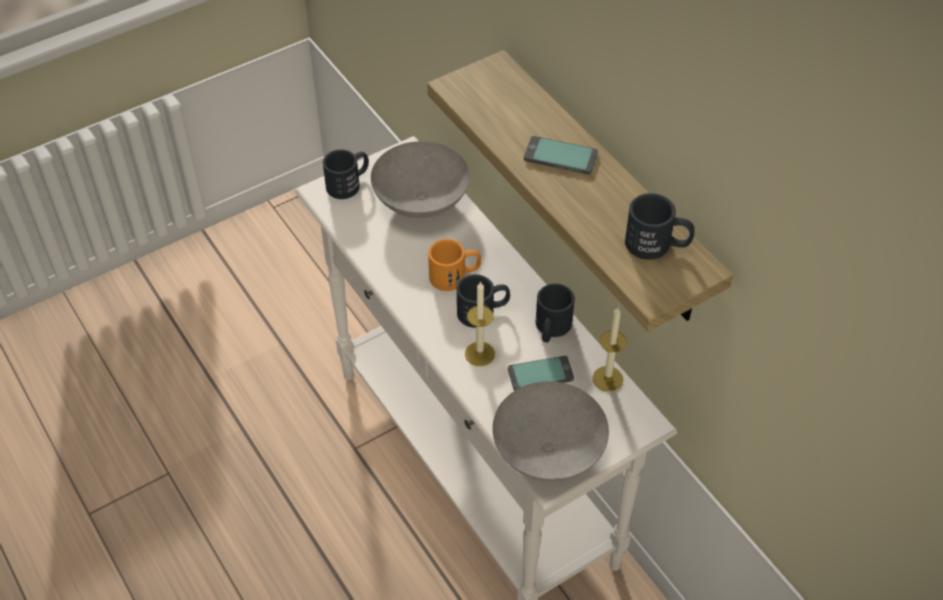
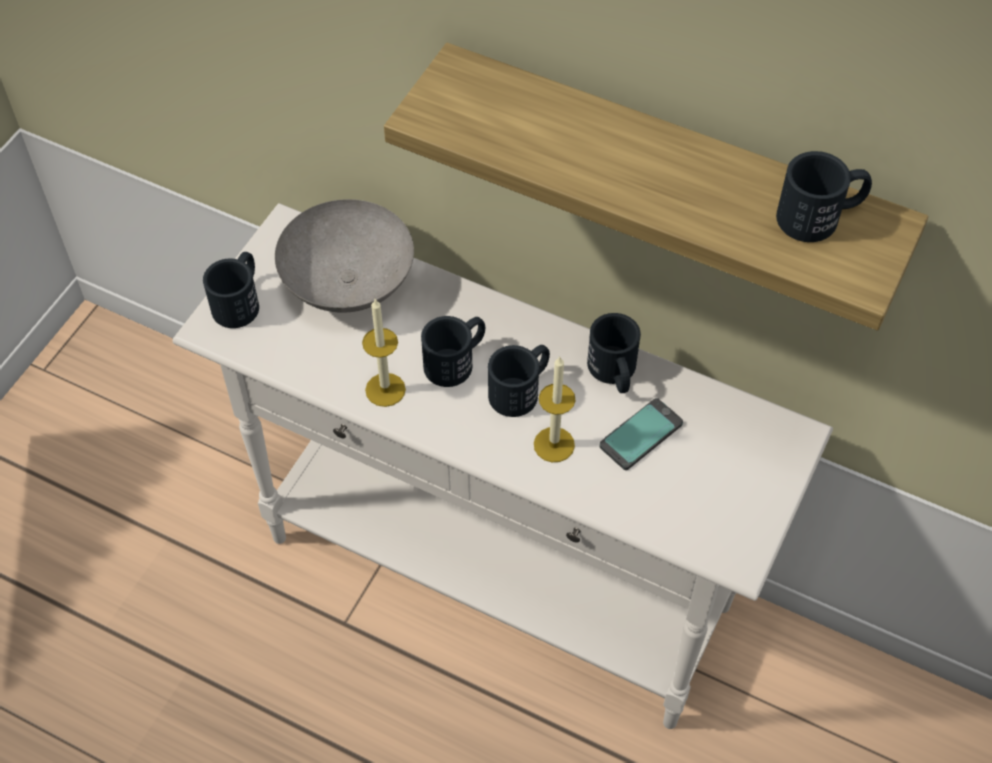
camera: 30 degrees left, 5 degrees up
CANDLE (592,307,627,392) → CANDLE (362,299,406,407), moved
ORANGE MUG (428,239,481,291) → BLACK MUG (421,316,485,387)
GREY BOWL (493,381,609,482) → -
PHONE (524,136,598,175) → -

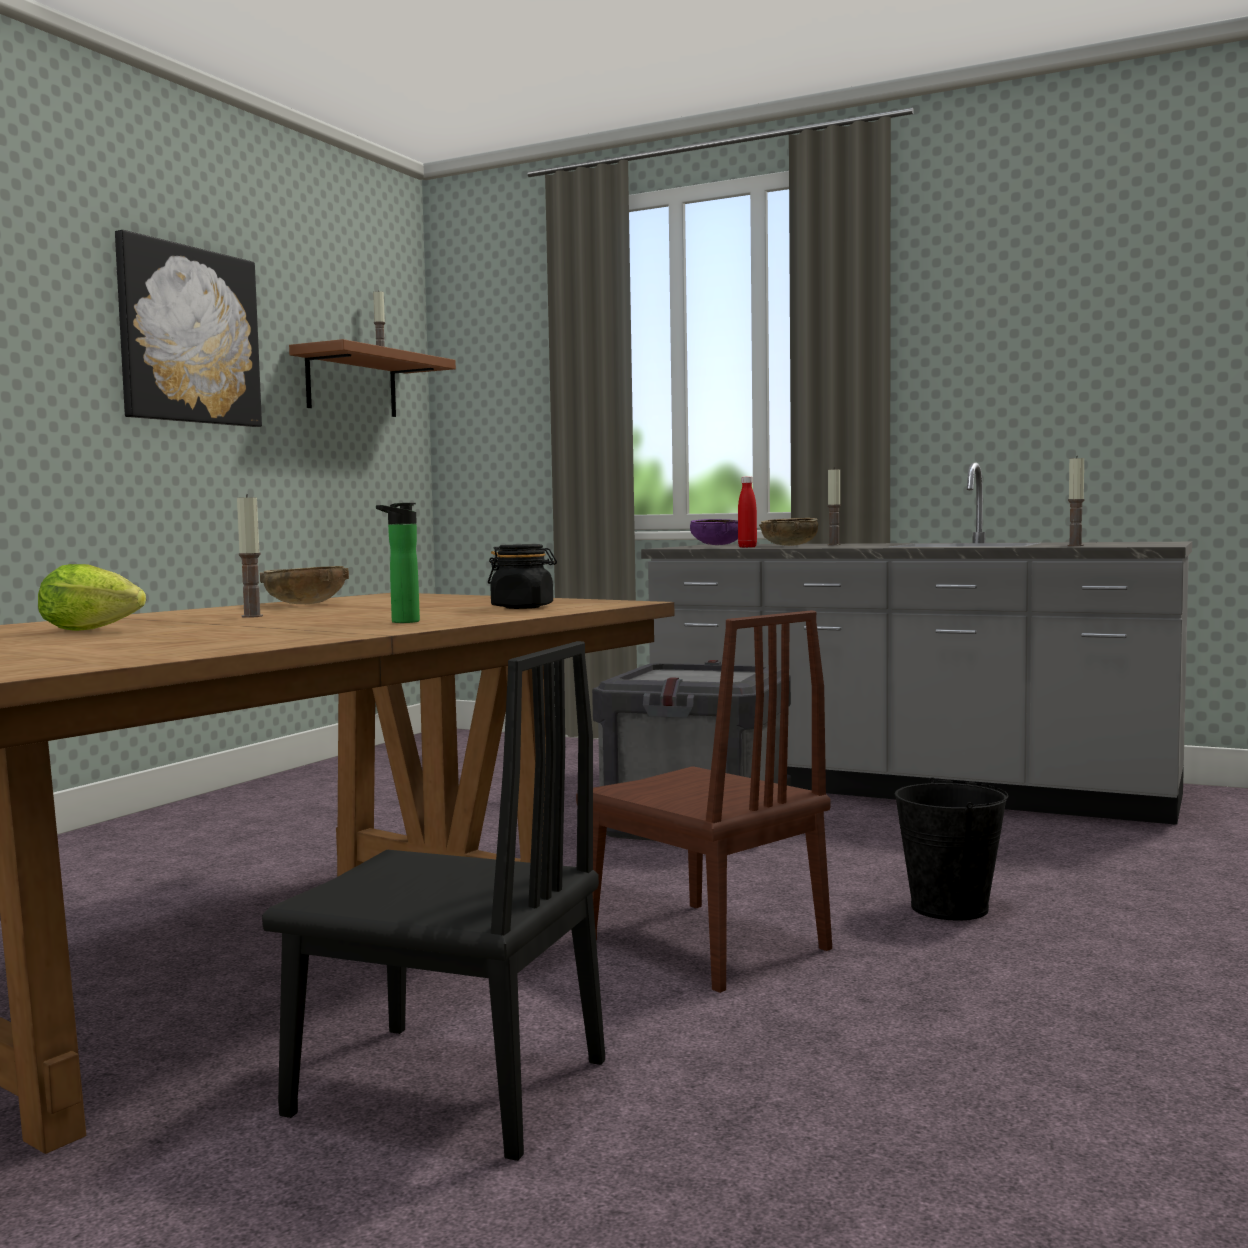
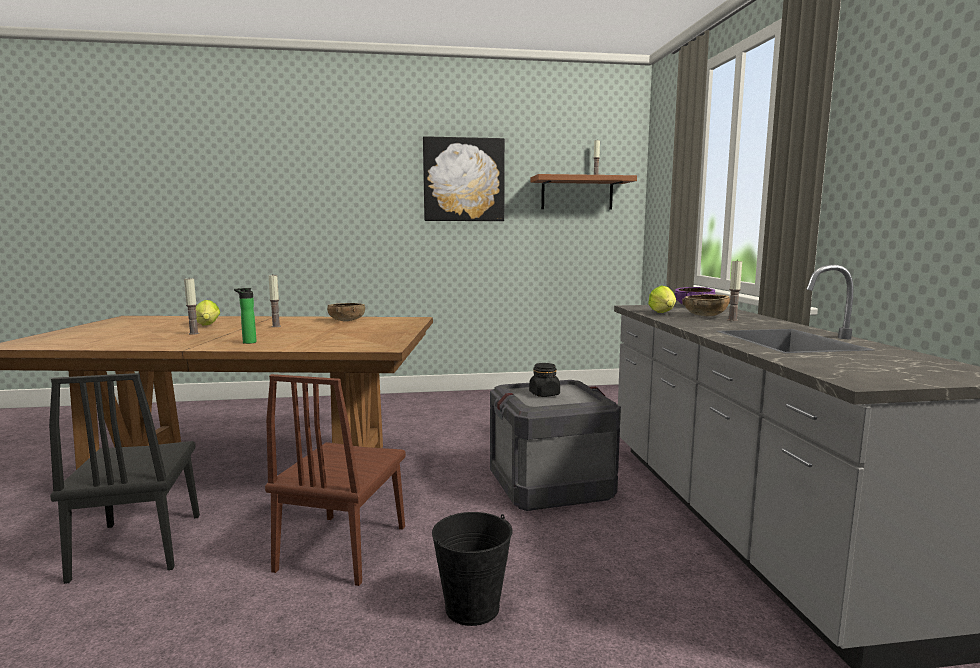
camera: 55 degrees right, 5 degrees up
CANDLE (1068,457,1085,546) → CANDLE (184,279,199,335), moved
BLACK JAR (488,544,557,609) → BLACK JAR (529,363,560,397), moved
RED BOTTLE (738,476,757,547) → LETTUCE (648,286,676,313)

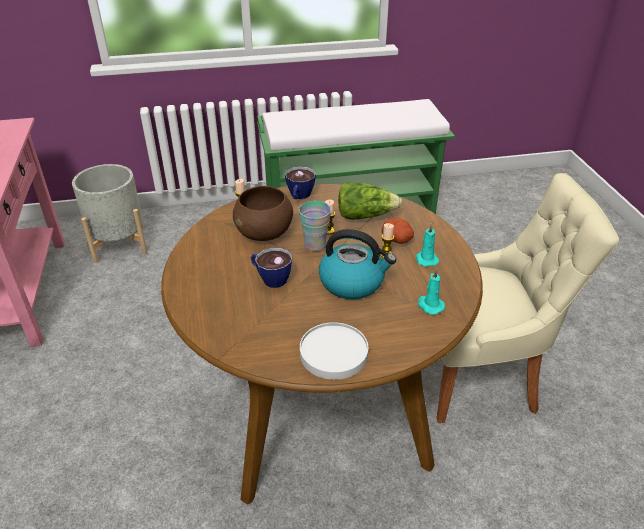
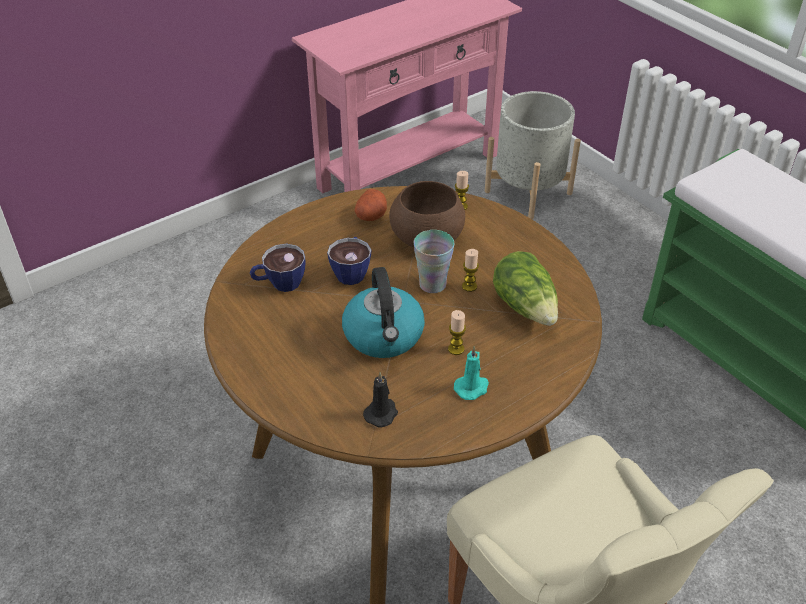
camera: 65 degrees right, 5 degrees up
CUP (285,166,316,199) → CUP (250,244,306,292), moved
POTATO (382,217,414,244) → POTATO (355,189,387,221), moved
TURQUOISE CANDLE (418,268,445,315) → BLACK CANDLE (363,372,398,427)
WHITE PLATE (300,322,368,380) → -

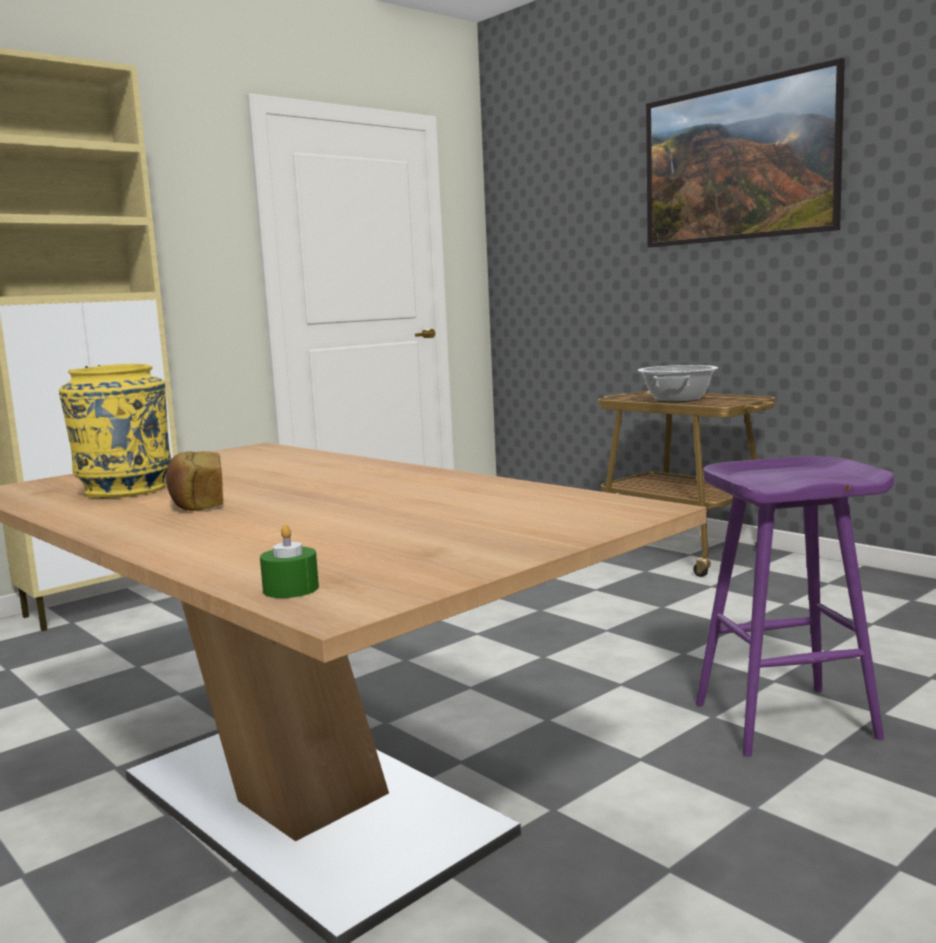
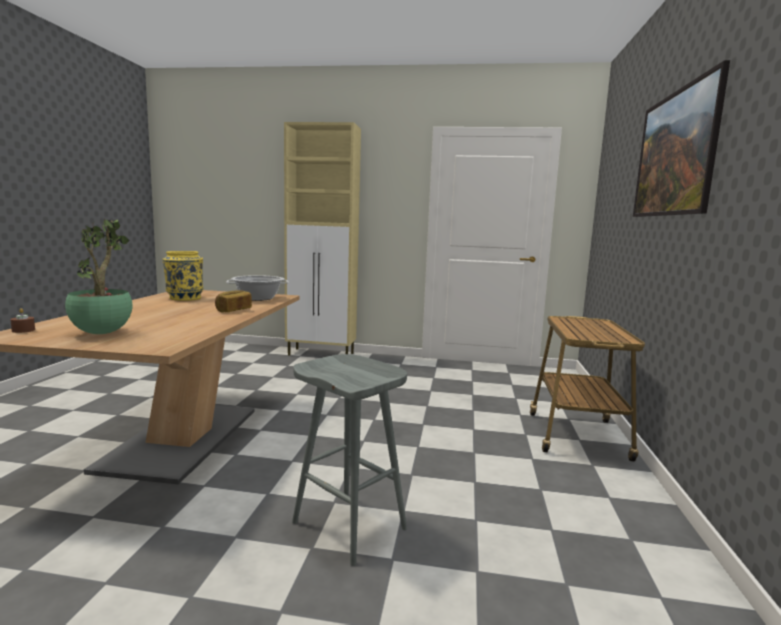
camera: 50 degrees right, 0 degrees up
GREEN CANDLE (260,525,319,598) → BROWN CANDLE (10,308,35,333)
- → POTTED PLANT (65,219,132,334)
BREAD (166,451,223,511) → BREAD (215,290,252,312), moved
COOKING POT (638,365,718,402) → COOKING POT (226,275,289,301), moved
PURPLE STOOL (696,456,894,756) → GREY STOOL (292,354,407,566)

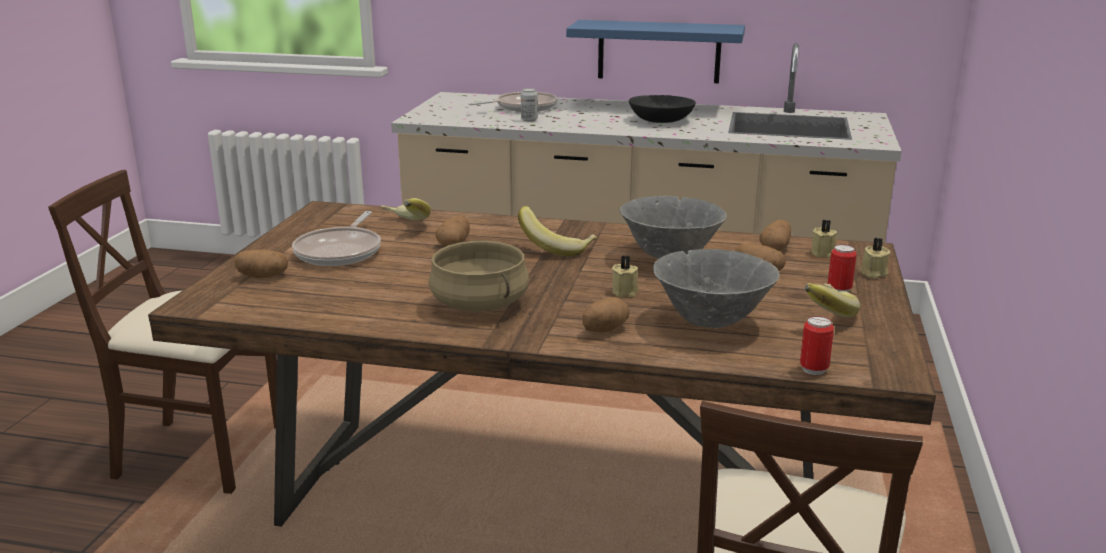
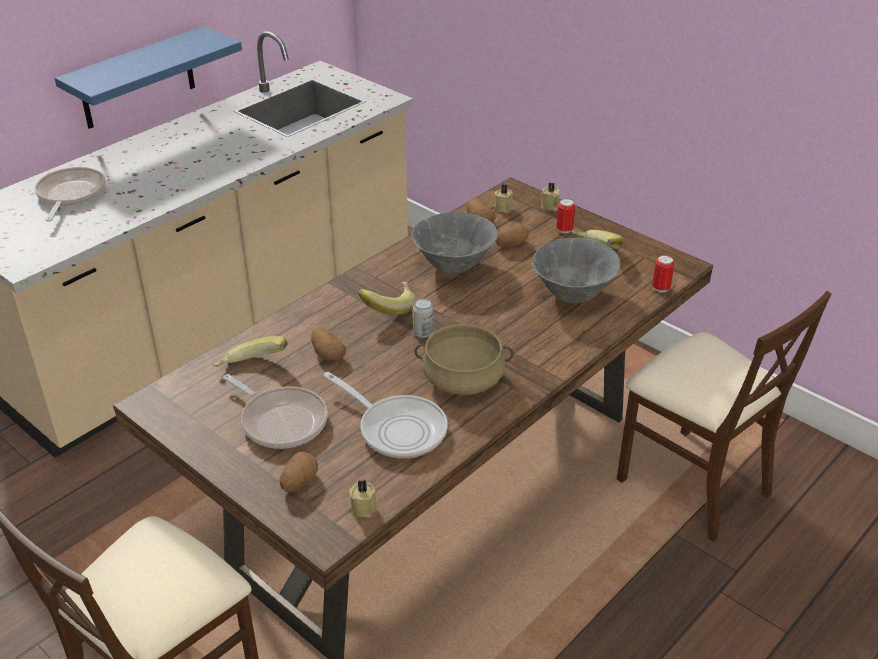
camera: 60 degrees left, 15 degrees up
- → FRYING PAN (323,372,448,458)
BEIGE CANDLE (612,256,639,297) → BEIGE CANDLE (349,480,378,517), moved
CAN (521,88,538,122) → CAN (413,299,433,338), moved
POTATO (582,297,630,332) → -
BLACK BOWL (629,95,696,123) → -

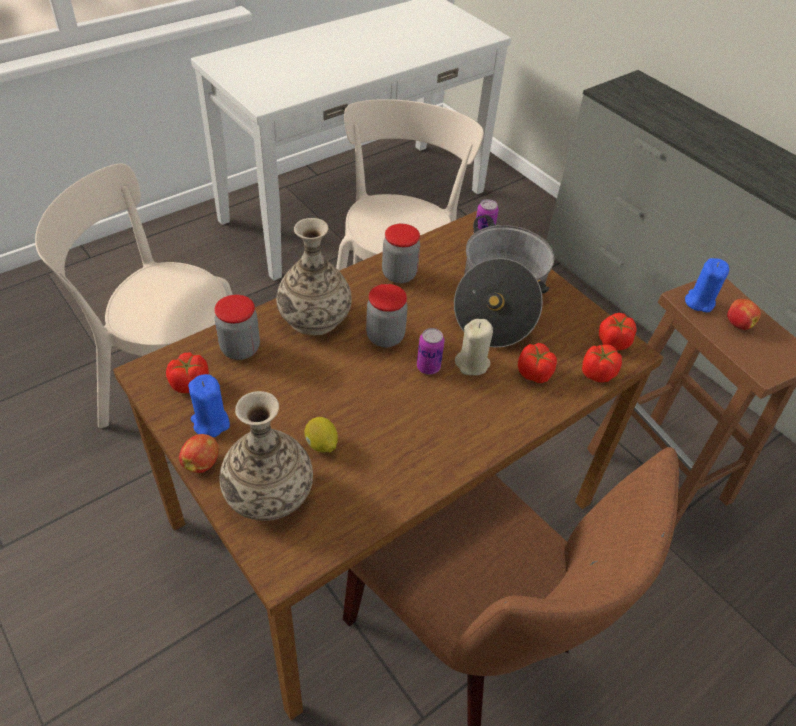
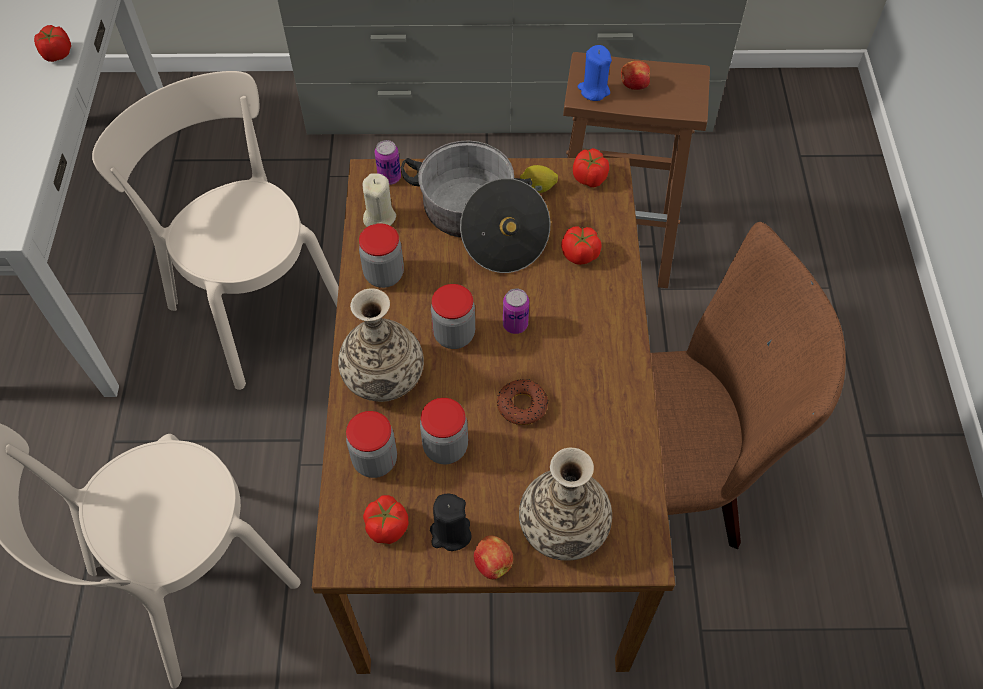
camera: 50 degrees left, 10 degrees up
TOMATO (582,344,622,383) → TOMATO (34,25,71,62), moved
BEIGE CANDLE (455,319,493,375) → BEIGE CANDLE (363,173,396,227), moved
- → JAR (420,398,468,464)
BLUE CANDLE (188,374,230,437) → BLACK CANDLE (430,494,472,551)
- → DONUT (497,379,549,425)
LEMON (305,417,338,453) → LEMON (520,165,558,193), moved

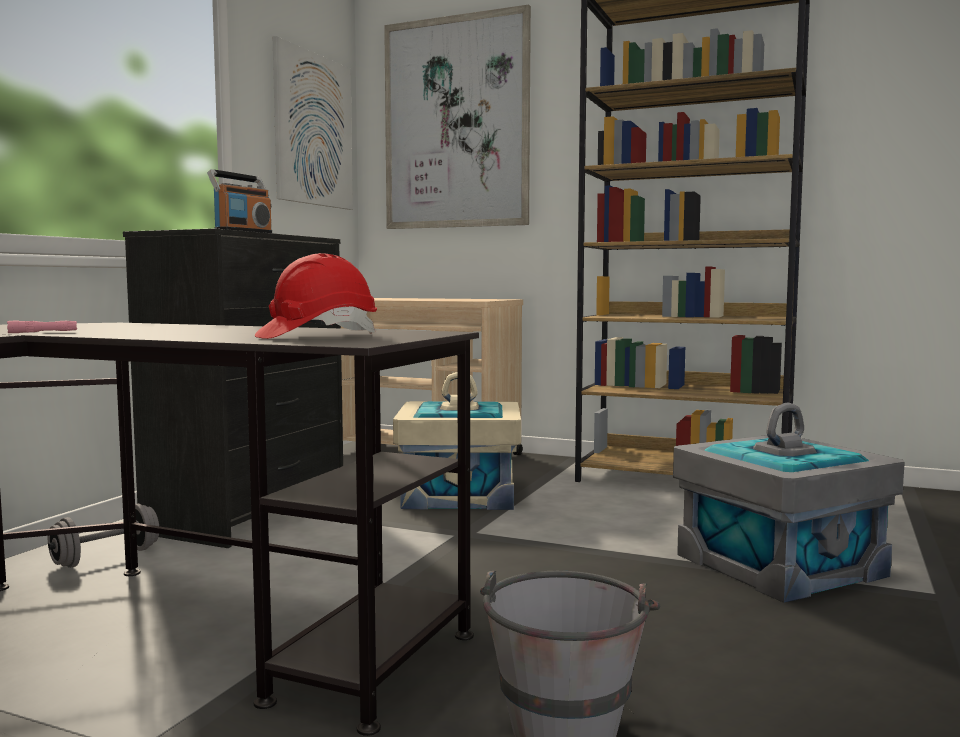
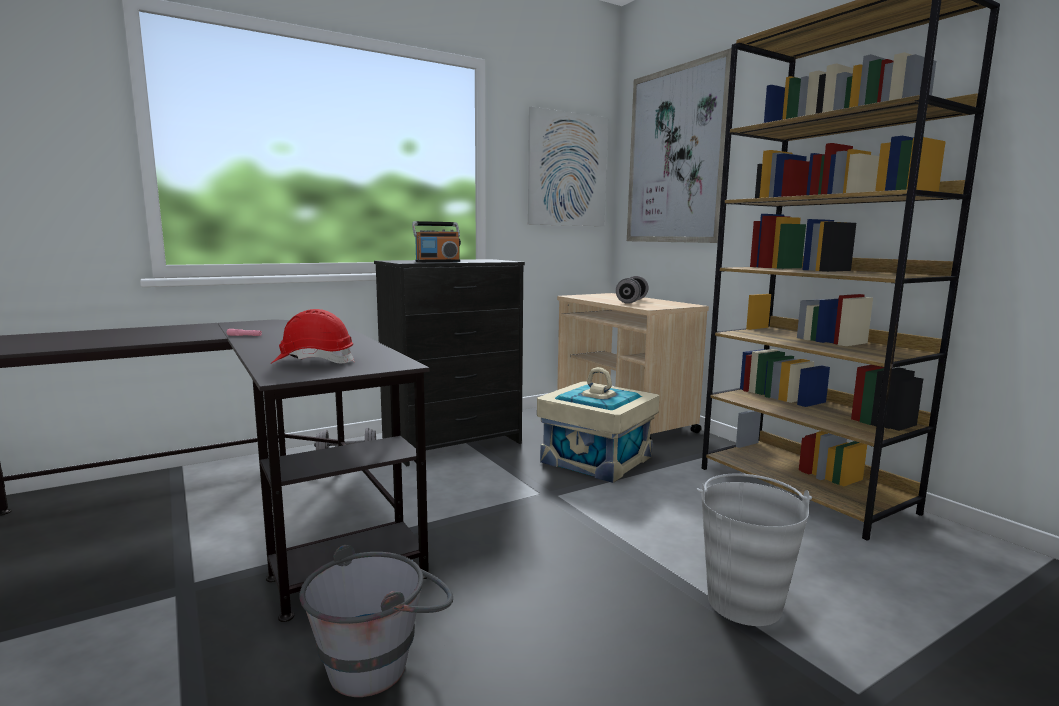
camera: 35 degrees right, 5 degrees up
- → GREY DUMBBELL (616,276,649,304)
GREY STORAGE BOX (673,403,905,603) → GREY BUCKET (696,474,812,626)

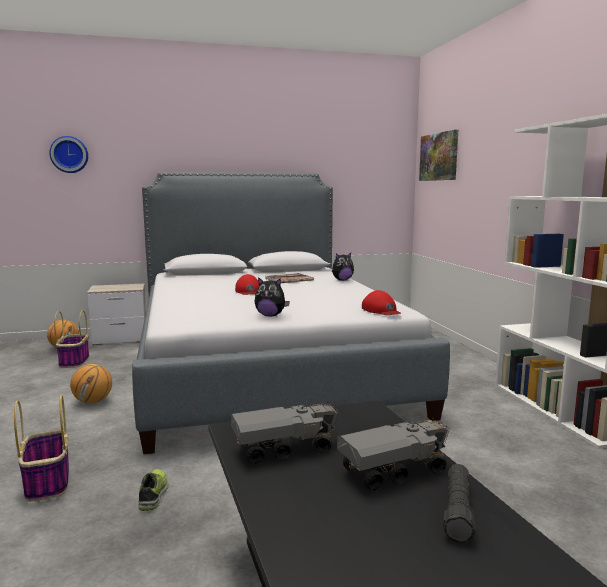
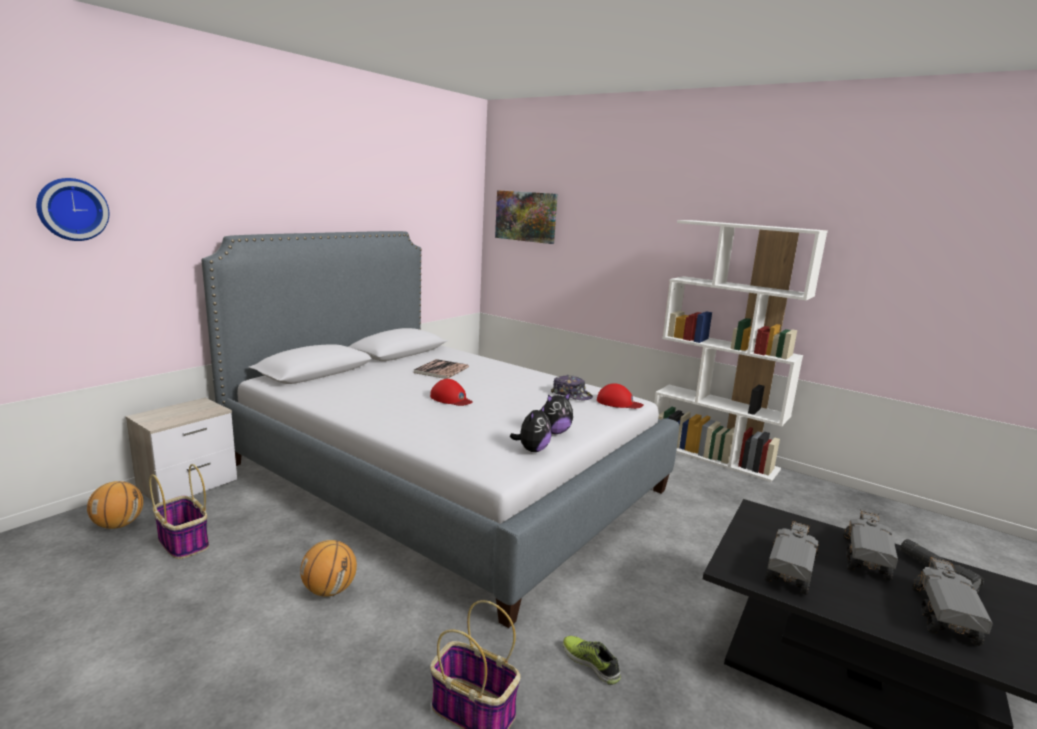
camera: 40 degrees left, 5 degrees up
PLUSH TOY (332,253,354,281) → PLUSH TOY (510,405,552,452), moved
- → CAP (551,375,593,401)
- → TOY TRUCK (912,556,993,646)

